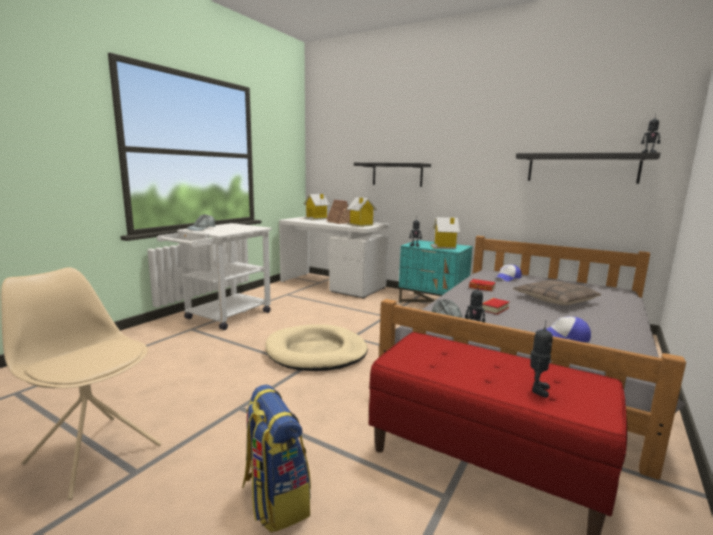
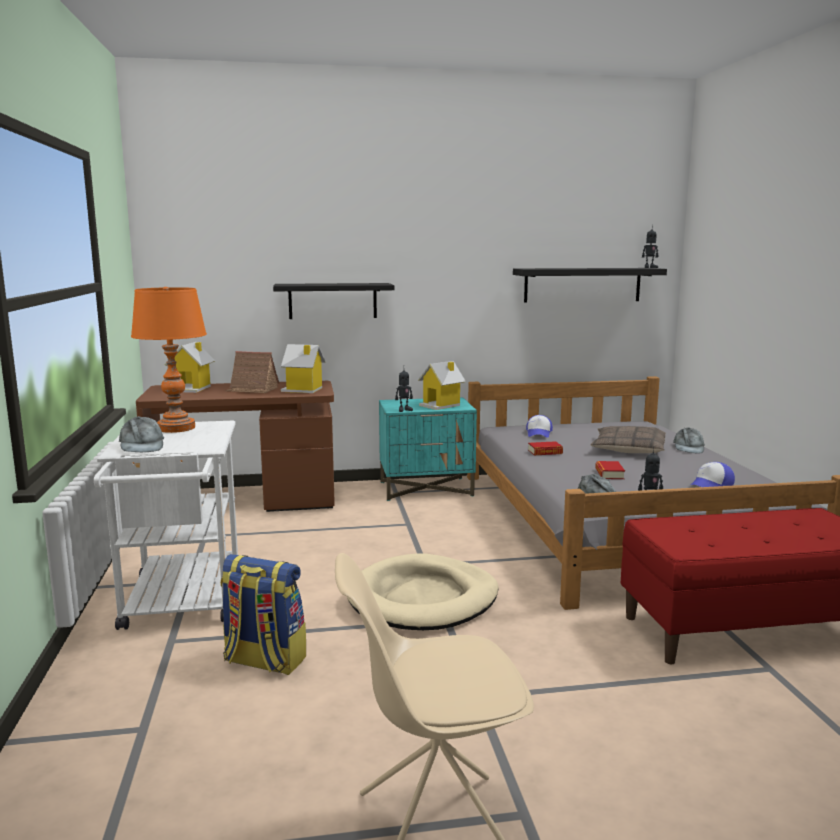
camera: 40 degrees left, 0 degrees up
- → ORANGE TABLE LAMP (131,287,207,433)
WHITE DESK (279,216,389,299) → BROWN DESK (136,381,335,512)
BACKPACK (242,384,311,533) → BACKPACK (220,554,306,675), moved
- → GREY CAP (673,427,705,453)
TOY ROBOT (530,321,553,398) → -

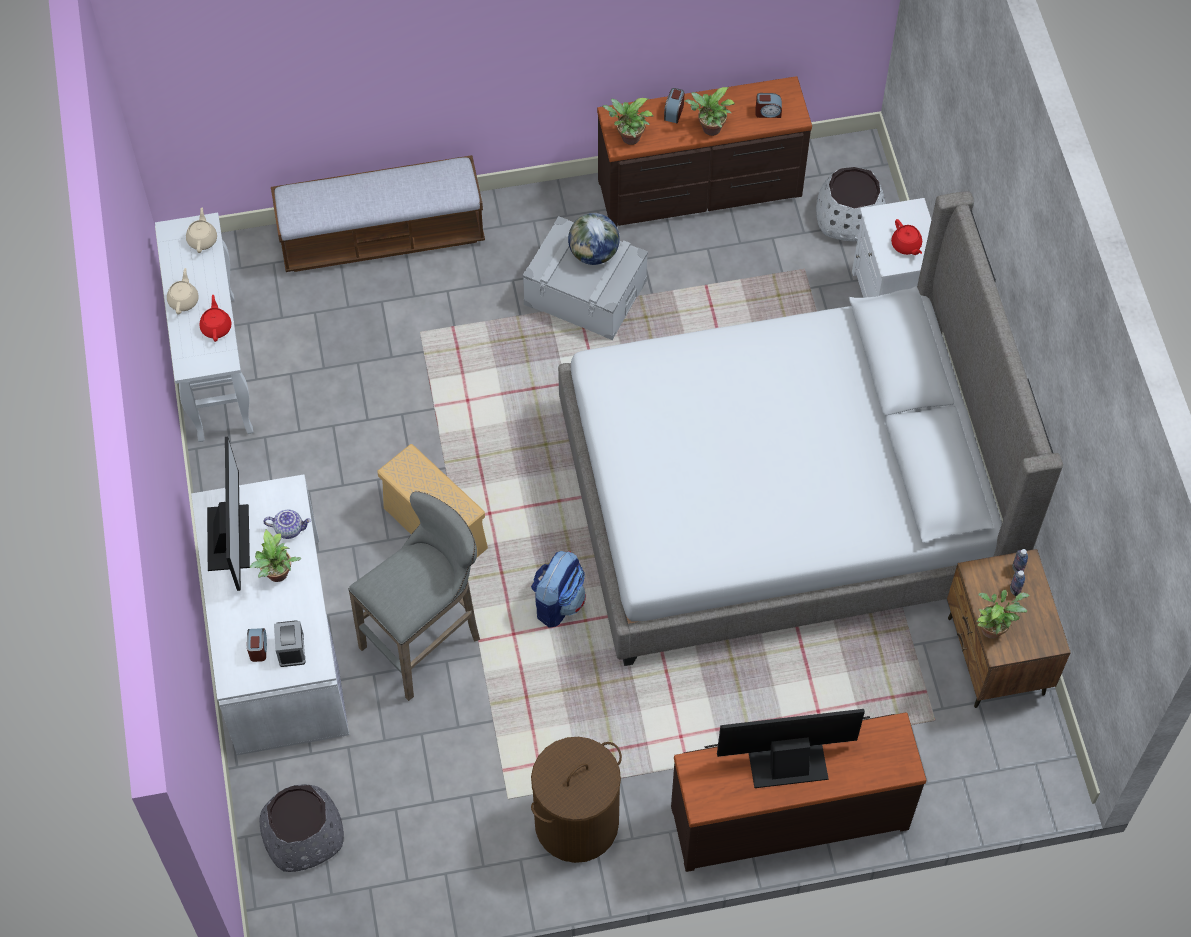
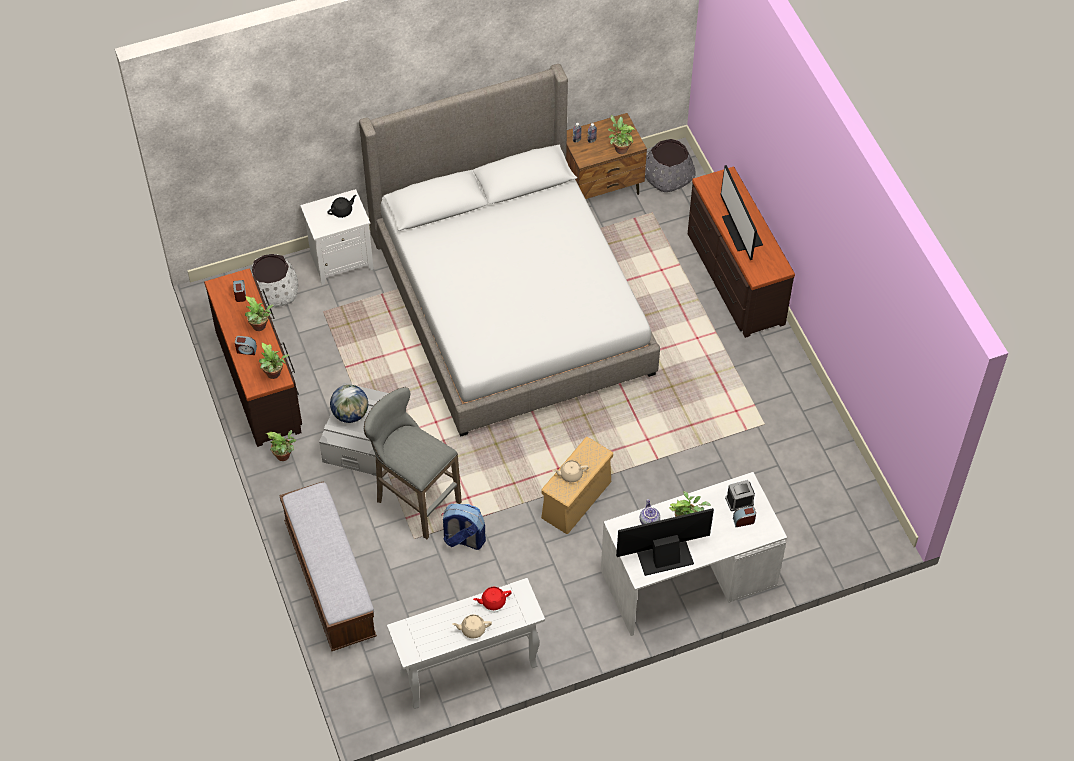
camera: 100 degrees left, 5 degrees down
- → POTTED PLANT (266,430,296,461)
RED TEAPOT (891,219,922,255) → BLACK TEAPOT (327,195,356,218)
GREY STOOL (349,491,480,701) → GREY STOOL (364,387,462,539), moved
BACKPACK (531,551,586,628) → BACKPACK (441,504,486,550), moved
BEIGE TEAPOT (186,208,217,253) → BEIGE TEAPOT (552,460,589,482), moved
GREY PLANTER (259,784,344,872) → GREY PLANTER (645,139,696,192), moved
BROWN LAUNDRY BASKET (531,737,622,863) → -

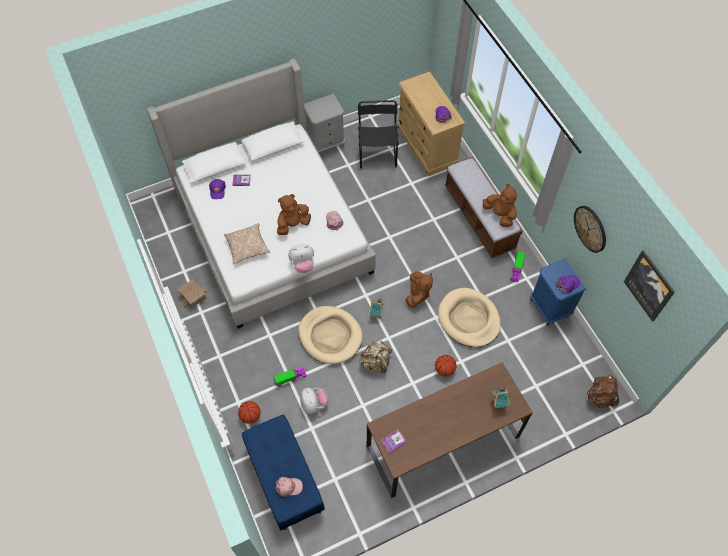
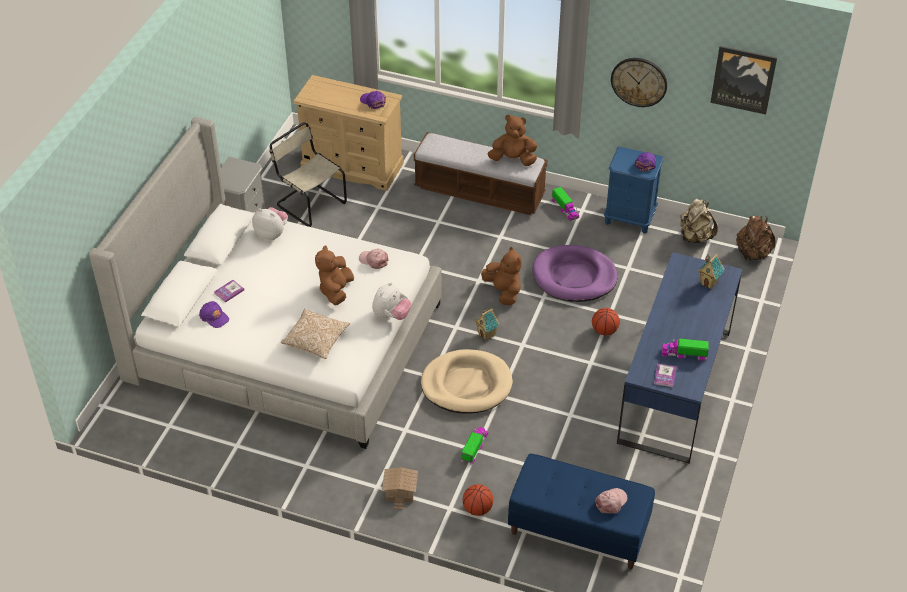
camera: 45 degrees left, 15 degrees down
PLUSH TOY (300,388,328,414) → PLUSH TOY (252,207,288,240), moved
BLACK CHAIR (358,100,399,168) → BEIGE CHAIR (269,122,347,227)
TOY HOUSE (178,279,208,308) → TOY HOUSE (382,467,418,510), moved
BEIGE DOG BED (438,288,501,347) → PURPLE DOG BED (533,245,618,302)
BROWN DESK (367,362,533,498) → BLUE DESK (617,252,743,464)
- → TOY TRUCK (662,339,709,361)
BEIGE BACKPACK (359,340,392,373) → BEIGE BACKPACK (680,199,718,243), moved

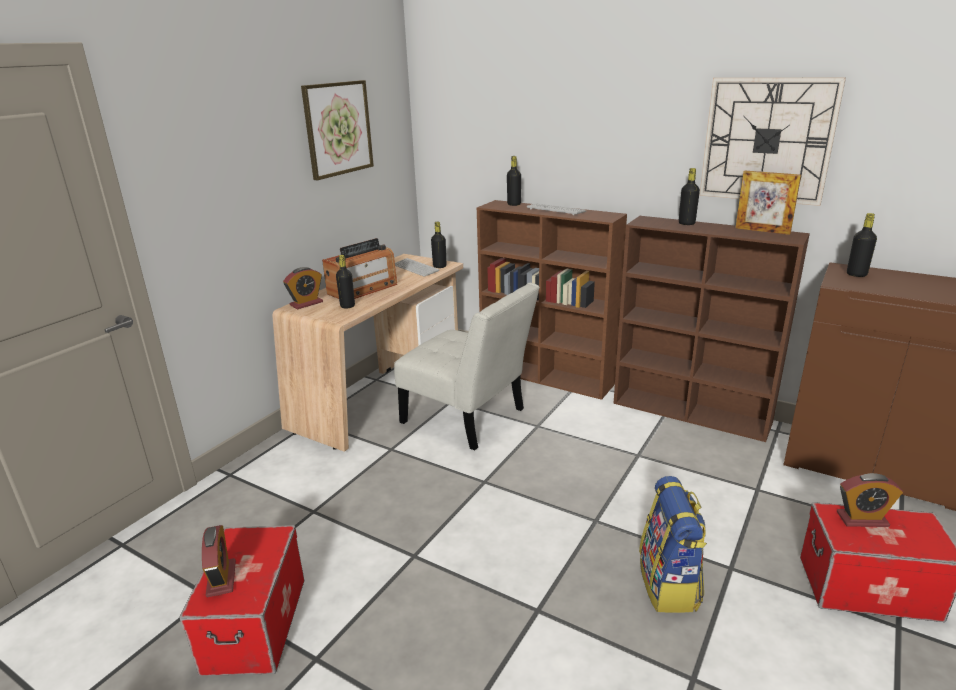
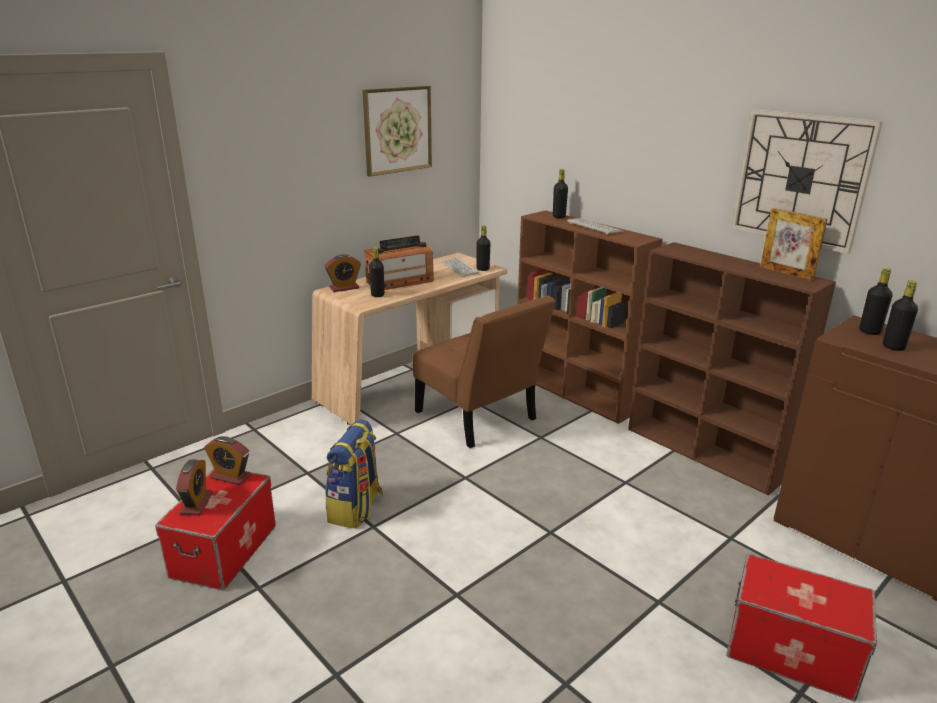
camera: 15 degrees right, 0 degrees up
ALARM CLOCK (837,473,903,527) → ALARM CLOCK (204,436,251,485), moved
BACKPACK (639,476,707,613) → BACKPACK (325,419,383,529), moved
WHITE CHAIR (394,283,540,450) → BROWN CHAIR (413,295,556,448)
BLACK BOTTLE (679,168,700,225) → BLACK BOTTLE (883,280,918,351), moved

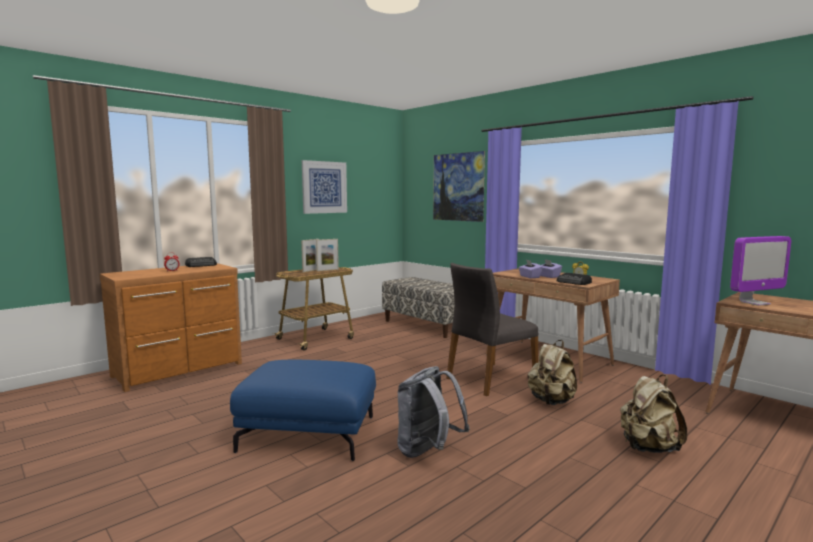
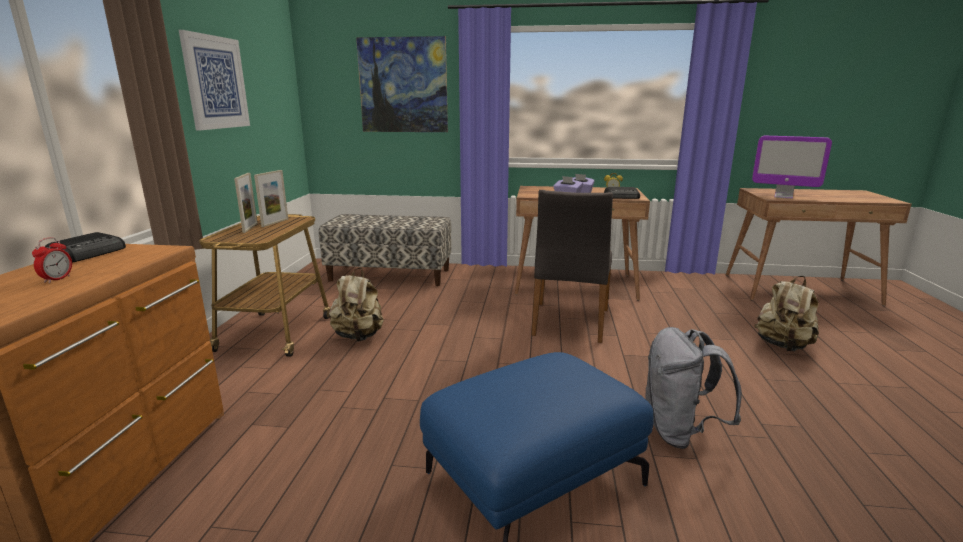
camera: 40 degrees left, 10 degrees up
BEIGE BACKPACK (528,340,577,405) → BEIGE BACKPACK (329,268,384,342), moved
MONITOR (730,236,791,306) → MONITOR (752,136,832,199), 90 degrees clockwise

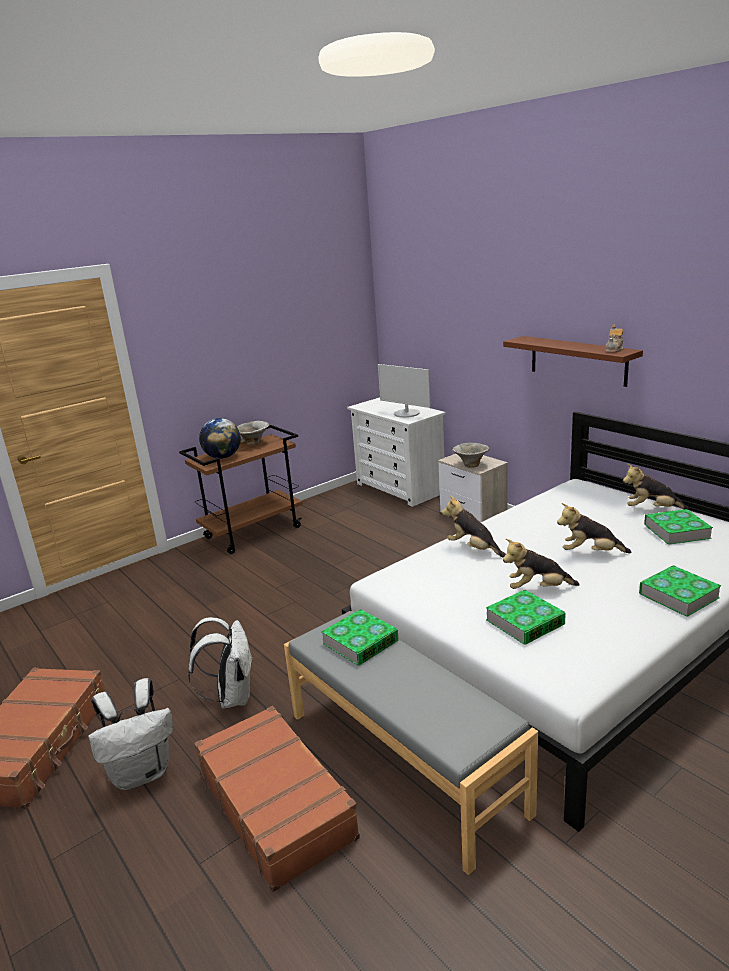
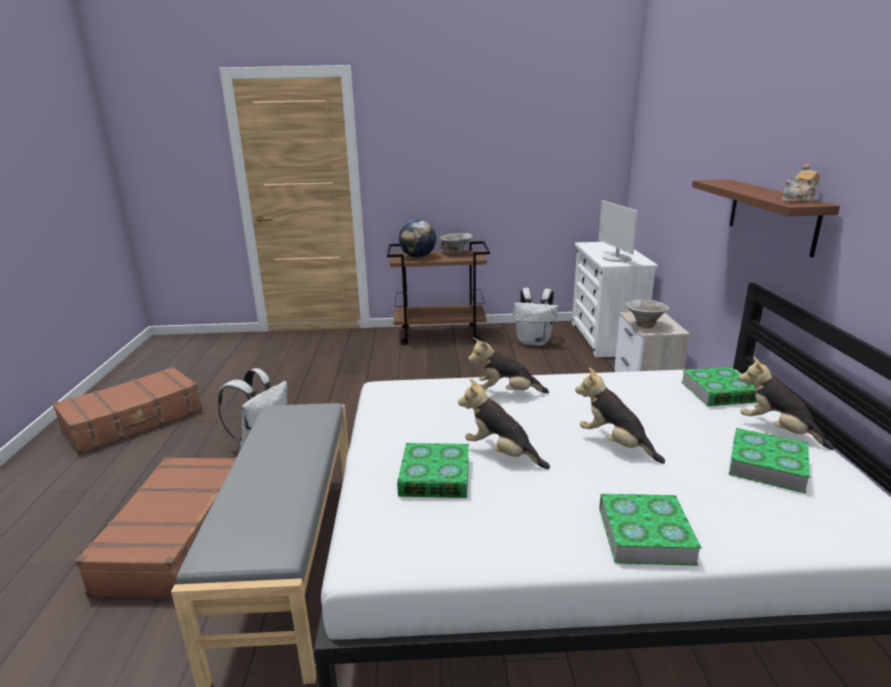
camera: 35 degrees right, 0 degrees up
PLUSH TOY (442,495,506,558) → PLUSH TOY (468,338,549,393), 75 degrees counterclockwise
WHITE BACKPACK (88,678,173,790) → WHITE BACKPACK (513,288,558,346), moved
BOOK (321,609,399,666) → BOOK (681,367,758,406), moved

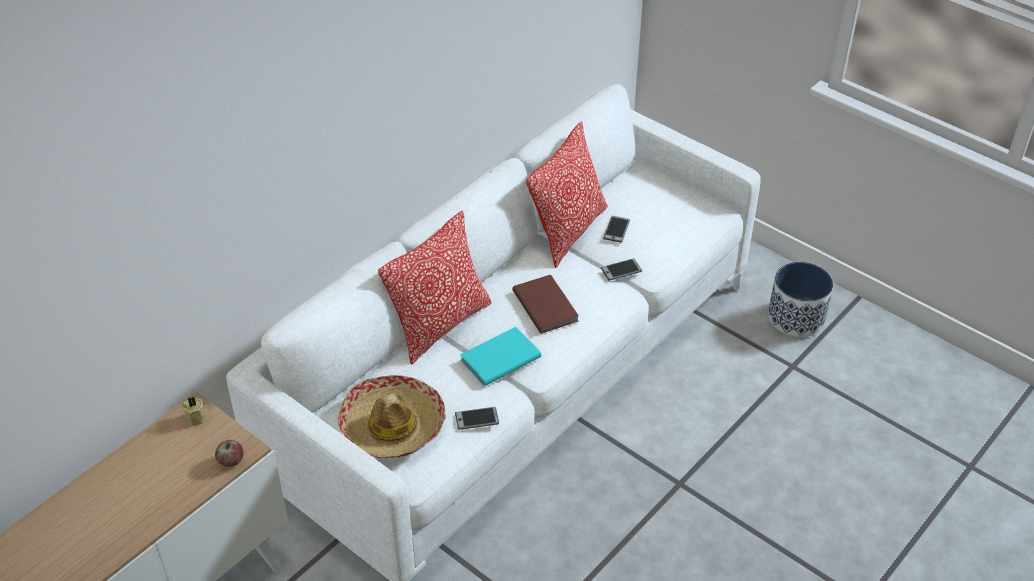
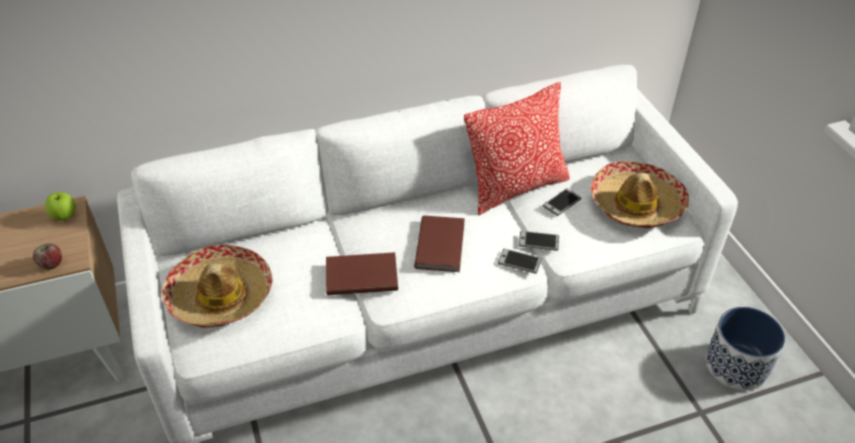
camera: 30 degrees right, 0 degrees up
BEIGE CANDLE (182,396,206,426) → APPLE (45,192,76,221)
TURQUOISE BOOK (460,327,541,386) → BROWN BOOK (326,252,398,295)
PHONE (455,407,499,430) → PHONE (498,249,542,274), moved
- → HAT (591,161,689,228)
PILLOW (378,211,492,364) → -

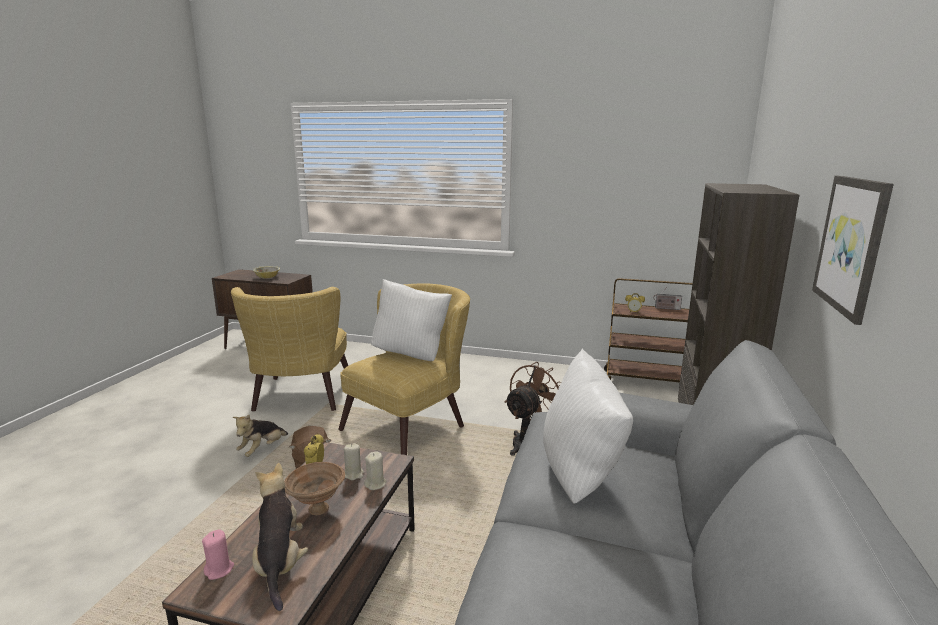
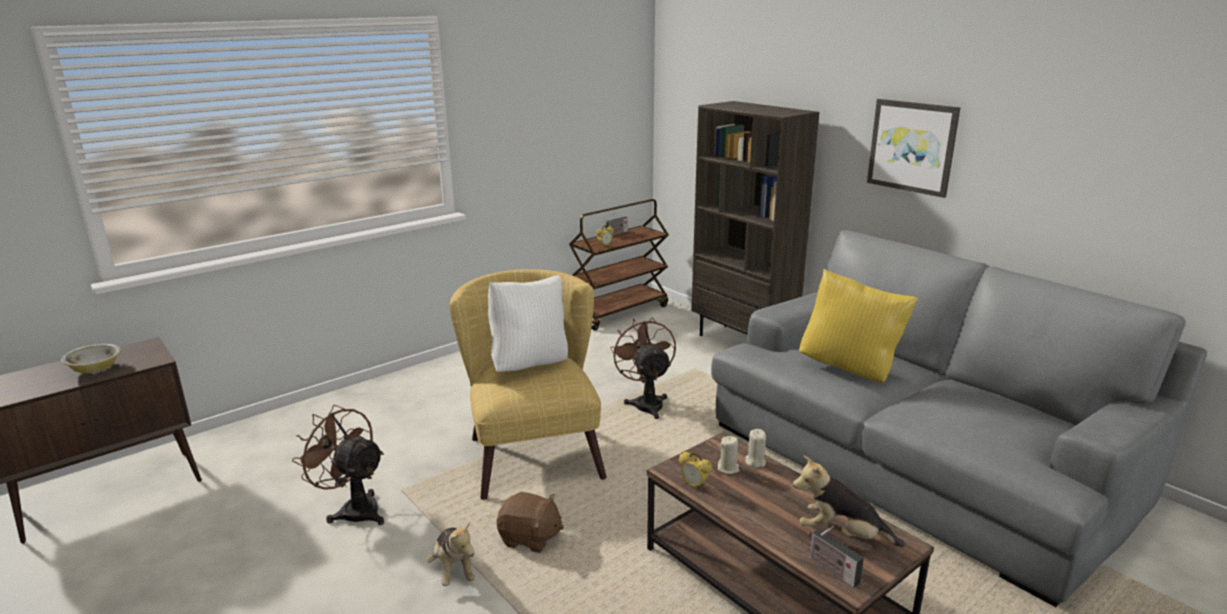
camera: 55 degrees left, 5 degrees up
YELLOW ARMCHAIR (231,287,348,412) → BROWN FAN (292,405,384,525)
WHITE PILLOW (543,348,633,504) → YELLOW PILLOW (799,269,918,383)
PINK CANDLE (202,529,234,580) → RADIO (809,526,864,588)
BROWN BOWL (284,462,345,515) → -

